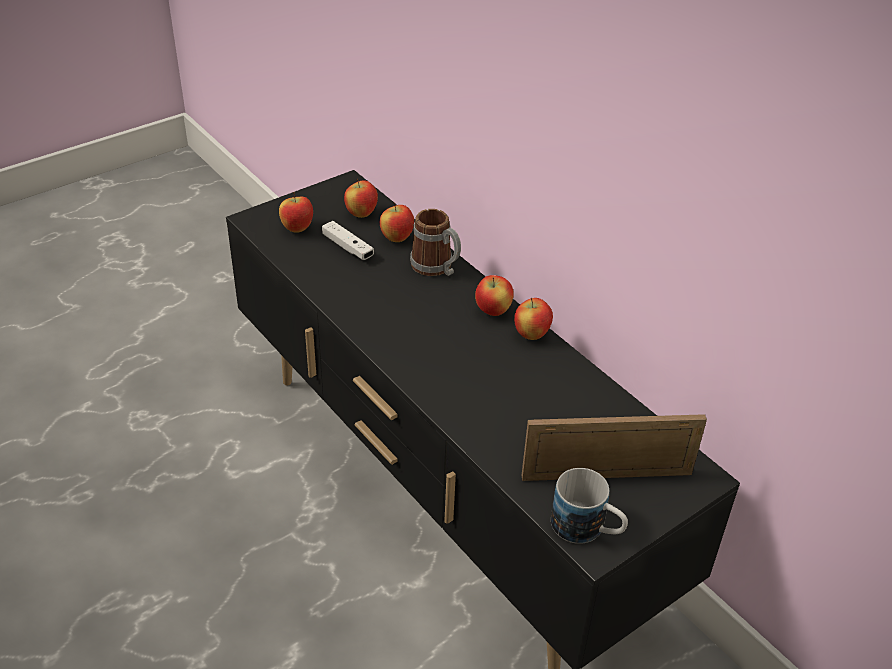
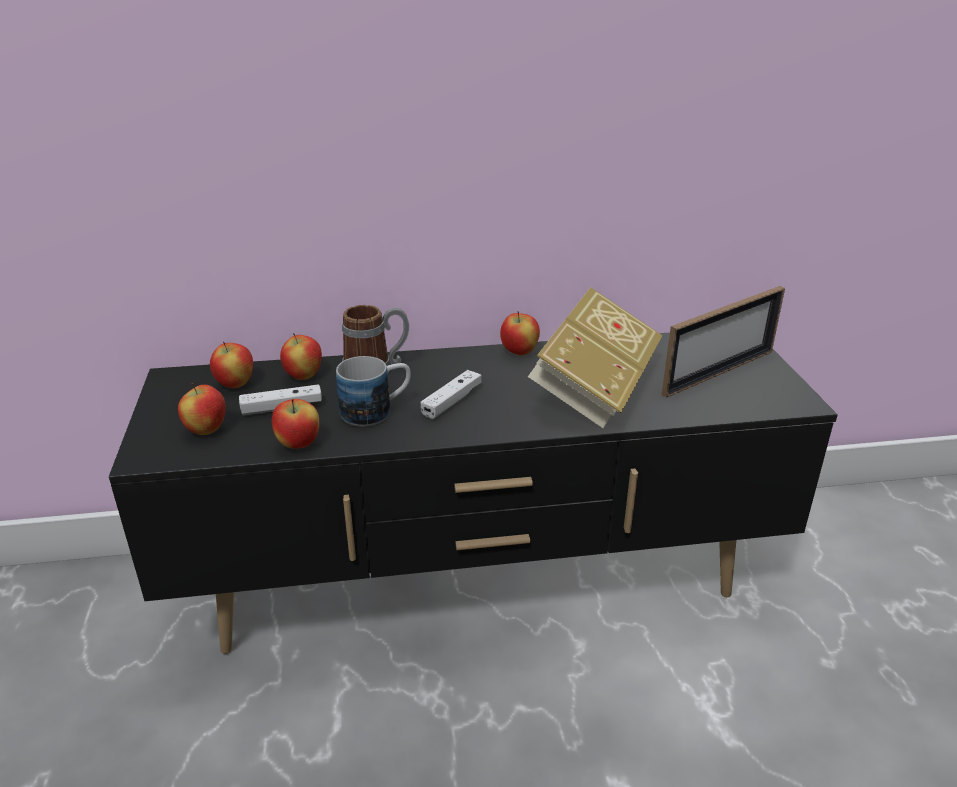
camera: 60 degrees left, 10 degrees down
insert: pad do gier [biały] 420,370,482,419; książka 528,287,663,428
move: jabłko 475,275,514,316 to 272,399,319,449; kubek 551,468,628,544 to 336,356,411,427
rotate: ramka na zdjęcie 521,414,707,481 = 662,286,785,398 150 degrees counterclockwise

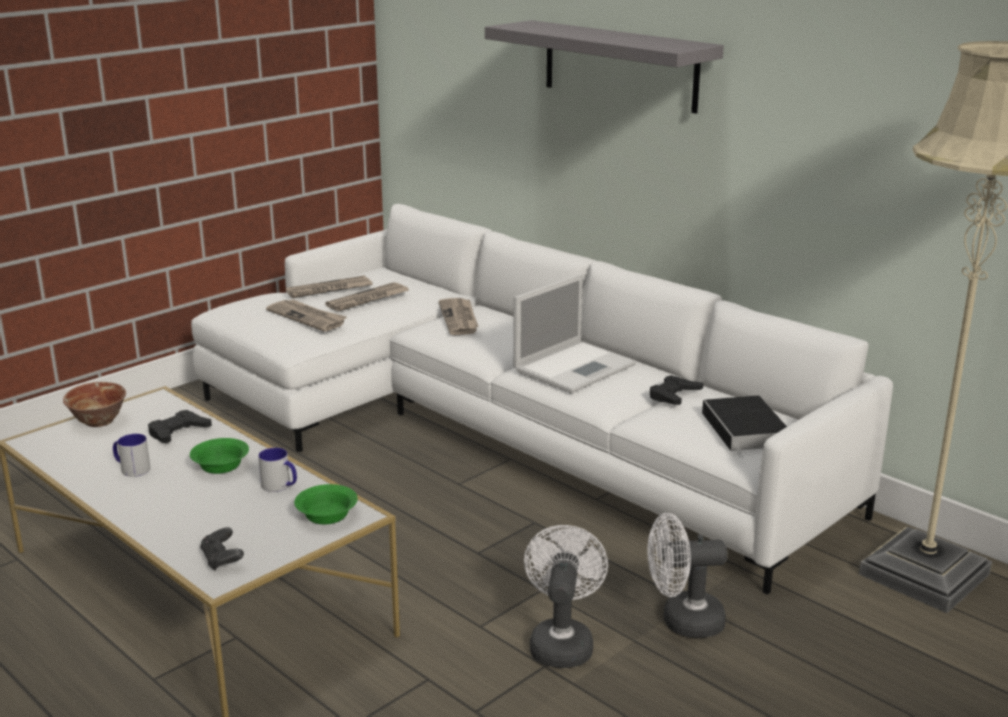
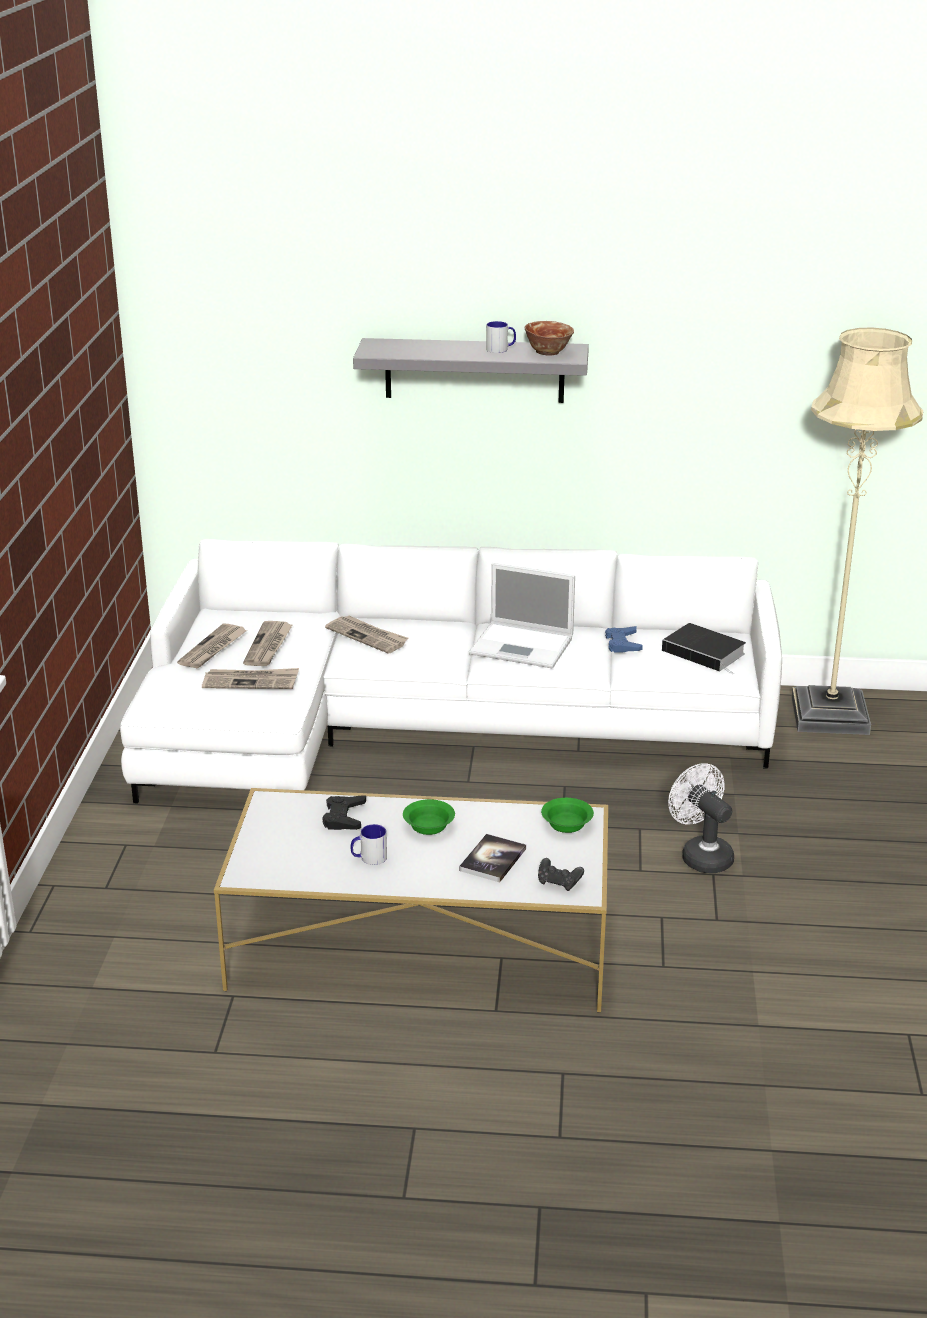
camera: 40 degrees left, 5 degrees up
delete: wentylator [biały] 647,513,727,638
insert: książka 459,834,526,882
move: miska 63,382,126,427 to 525,321,574,356; kubek 258,448,297,492 to 486,321,516,353
recolor: pad do gier [czarny] 650,375,704,405 to pad do gier [niebieski] 605,626,643,652
rotate: laptop 513,274,636,393 = 469,563,575,669 105 degrees clockwise

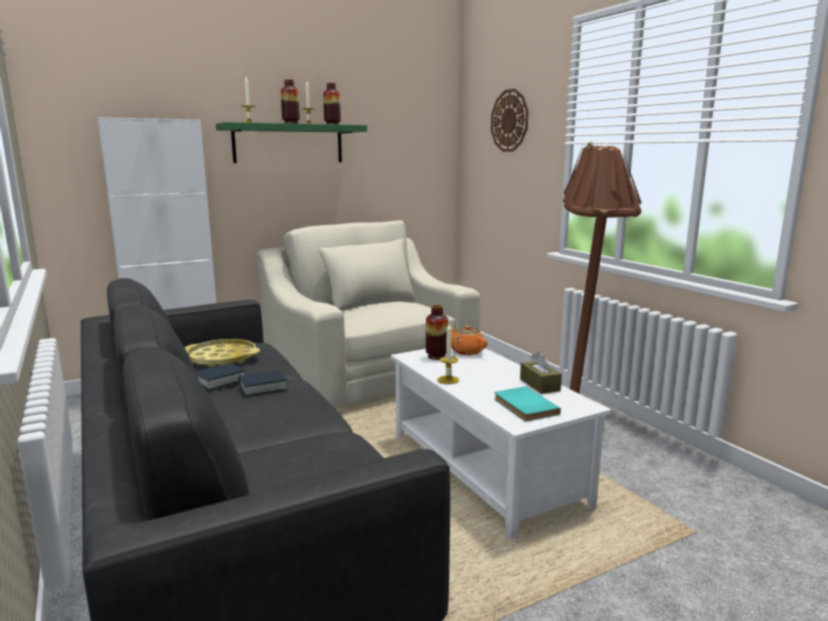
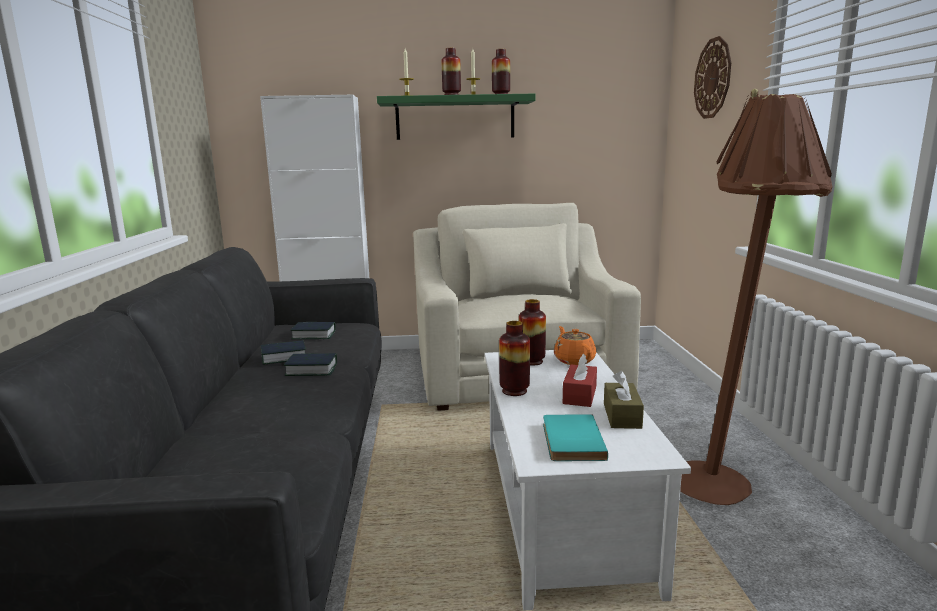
camera: 25 degrees right, 0 degrees up
insert: pudełko chusteczek [czerwony] 563,354,597,407
replace: taca [żółty] 184,339,260,367 to książka 291,322,336,339; świeca 437,324,459,384 to wazon 499,321,530,396

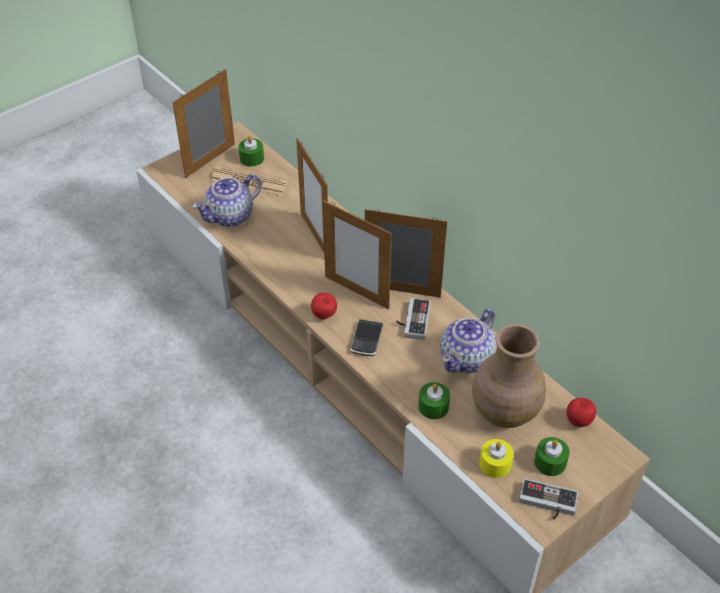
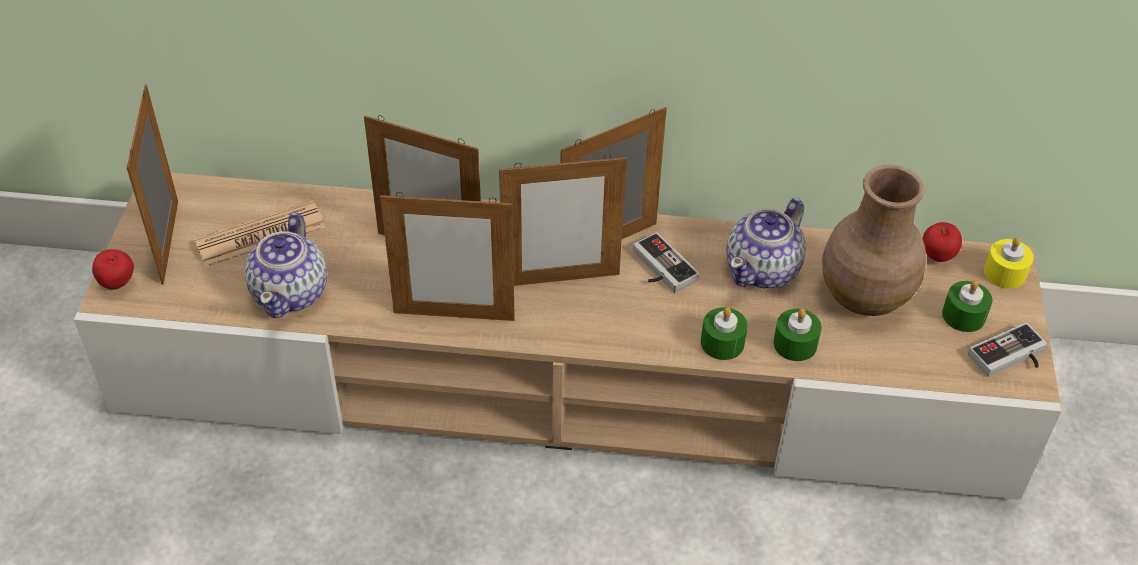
camera: 45 degrees left, 0 degrees up
delete: telefon 351,319,383,356
insert: ramka na zdjęcie 380,192,515,321
move: świeca [zielony] 238,135,264,167 to 701,307,748,360; jabłko 311,293,337,319 to 92,249,134,290; świeca [żółty] 479,439,514,478 to 984,237,1034,289
rotate: imbryk 440,309,496,373 = 726,198,806,288 45 degrees clockwise

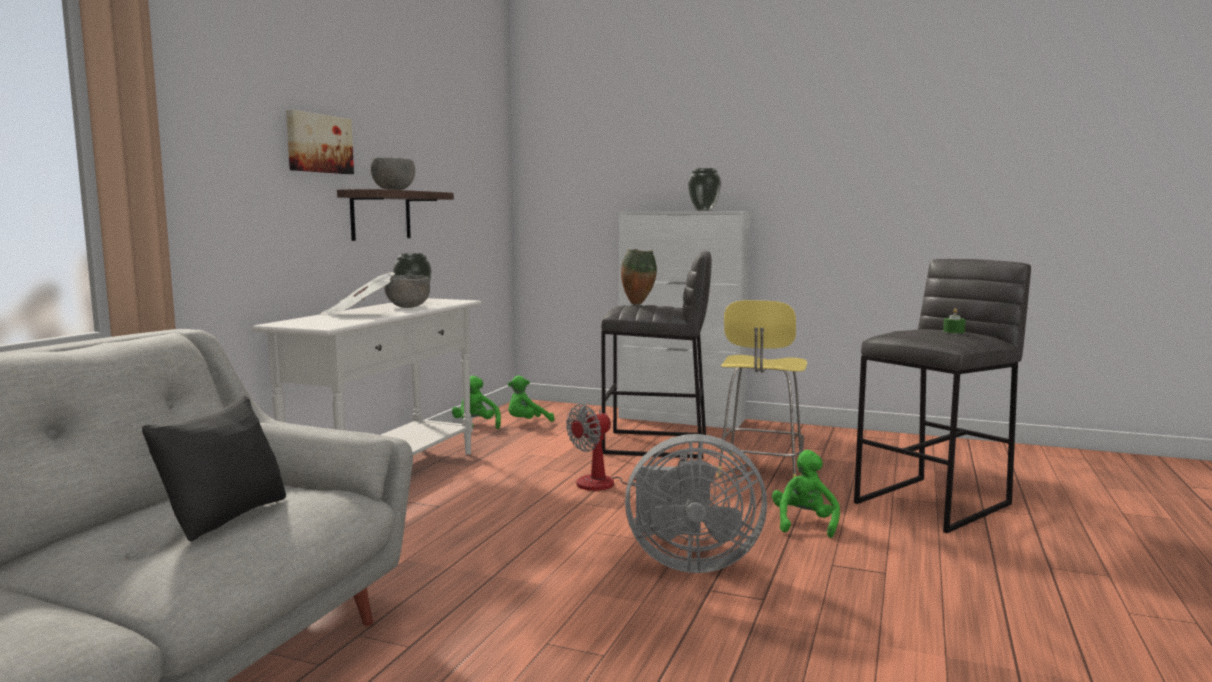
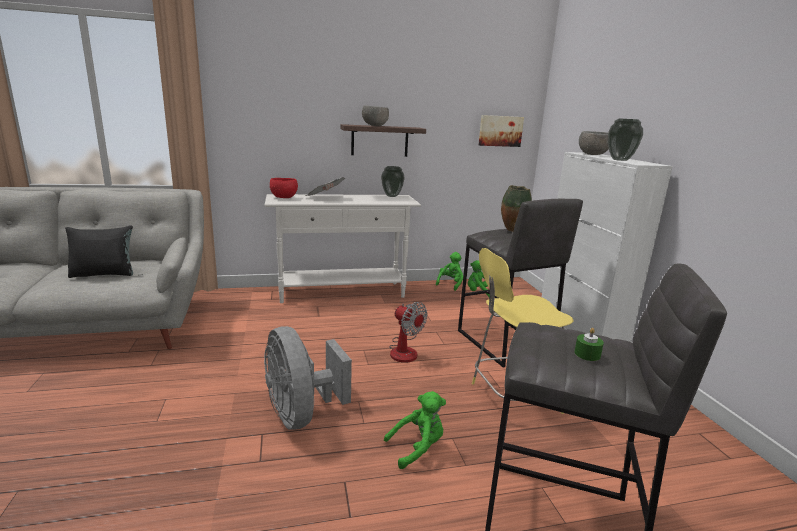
camera: 55 degrees right, 10 degrees up
insert: miska [czerwony] 270,178,298,198
move: obraz 286,110,354,174 to 478,115,524,147; miska [szary] 384,275,430,308 to 579,131,609,155
rotate: wentylator 566,404,688,491 = 389,302,428,363 150 degrees counterclockwise

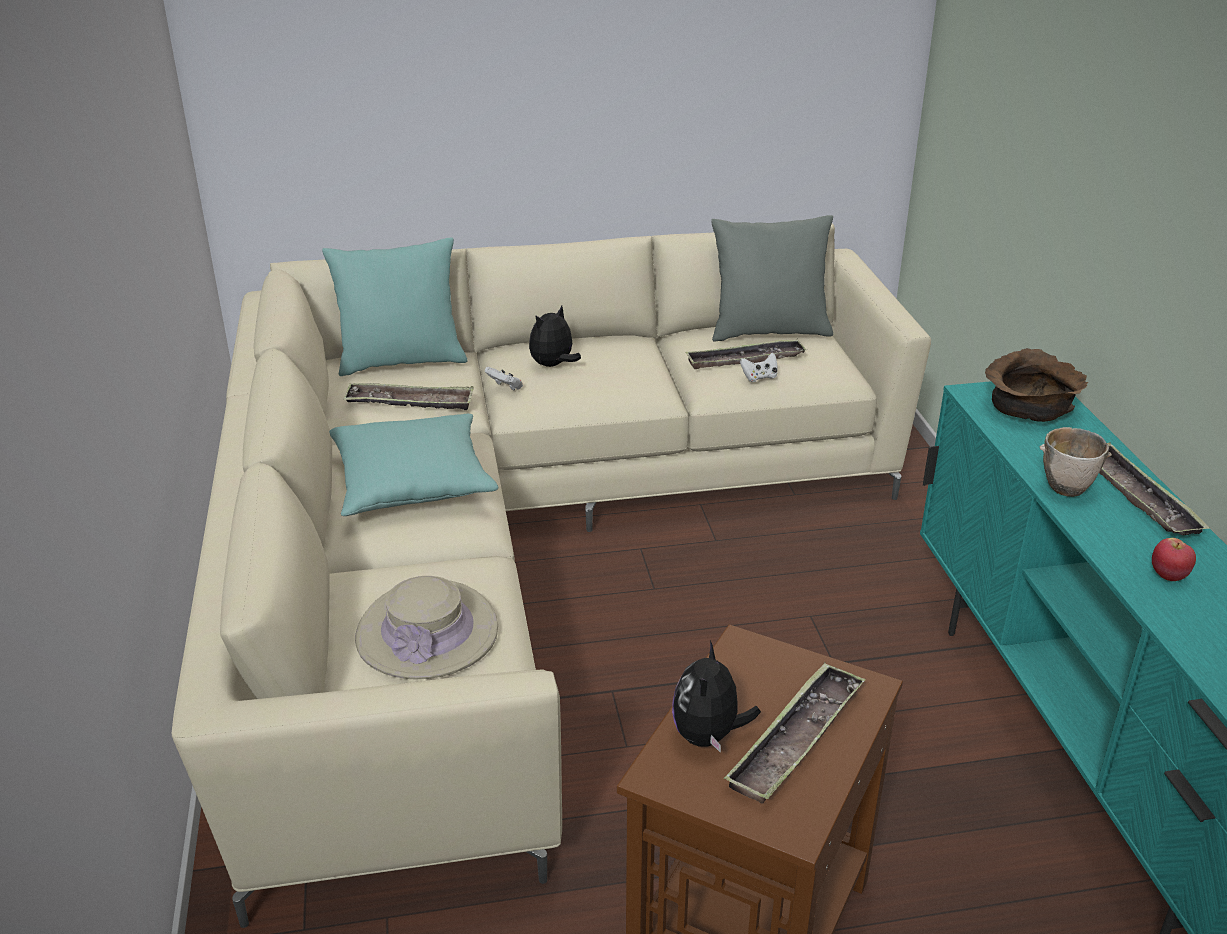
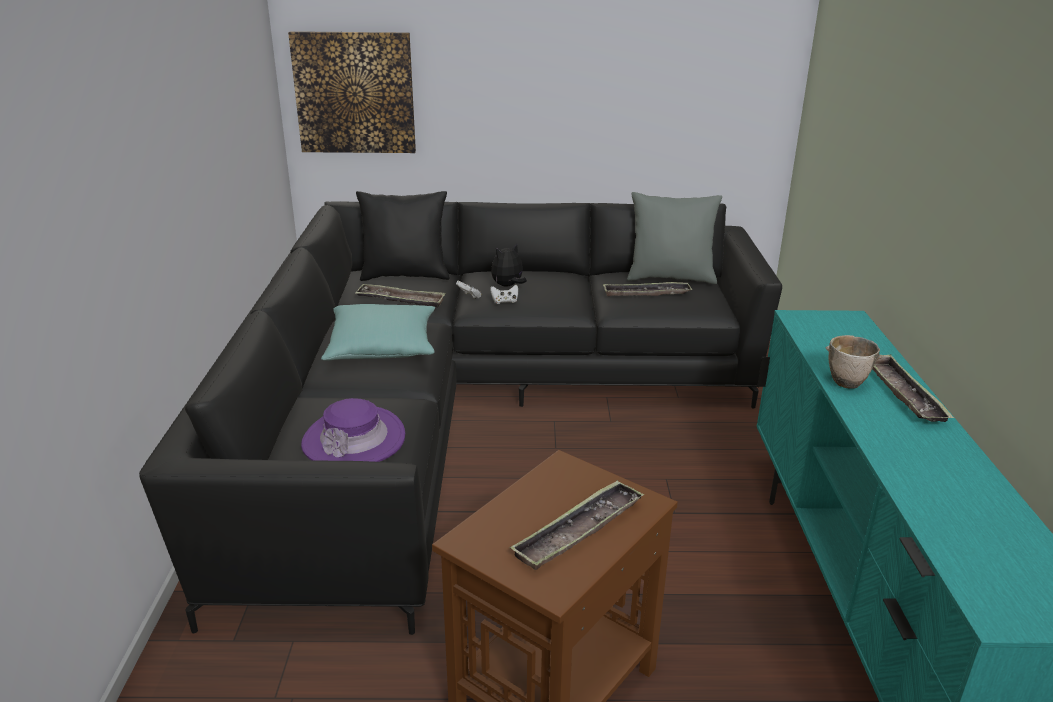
camera: 10 degrees right, 5 degrees down
delete: pluszak 672,641,761,753; miska [brązowy] 985,348,1089,422; jabłko 1152,538,1196,581
insert: obraz 288,31,416,153
move: pad do gier [biały] 740,352,778,382 to 490,285,518,304
recolor: kanapa [beżowy] 172,224,931,928 to kanapa [czarny] 139,201,782,635; poduszka [turkusowy] 322,237,468,376 to poduszka [czarny] 356,191,450,281; kapelusz [beżowy] 355,576,498,679 to kapelusz [fioletowy] 301,398,405,462

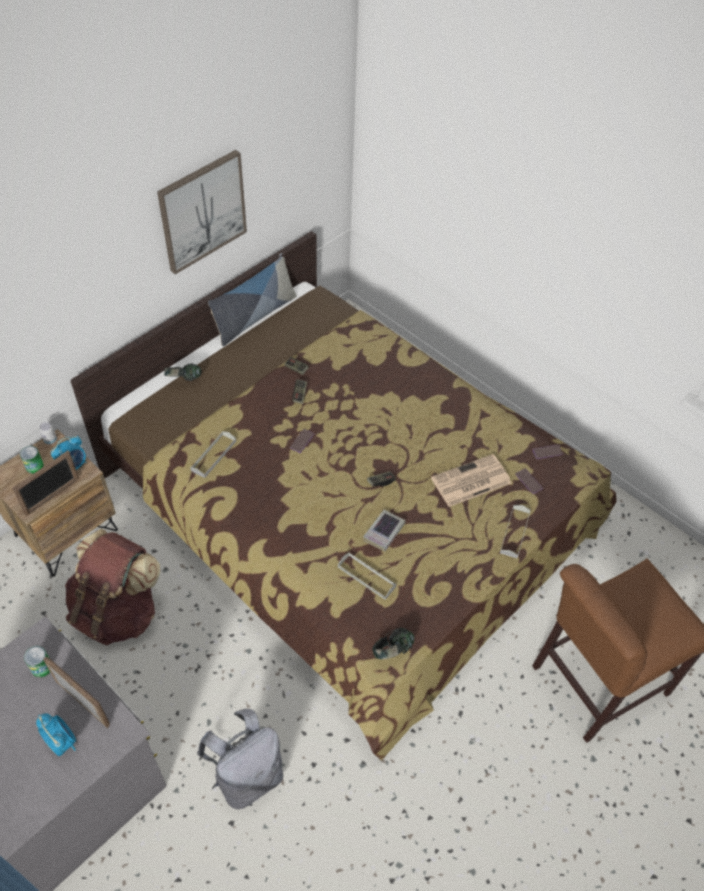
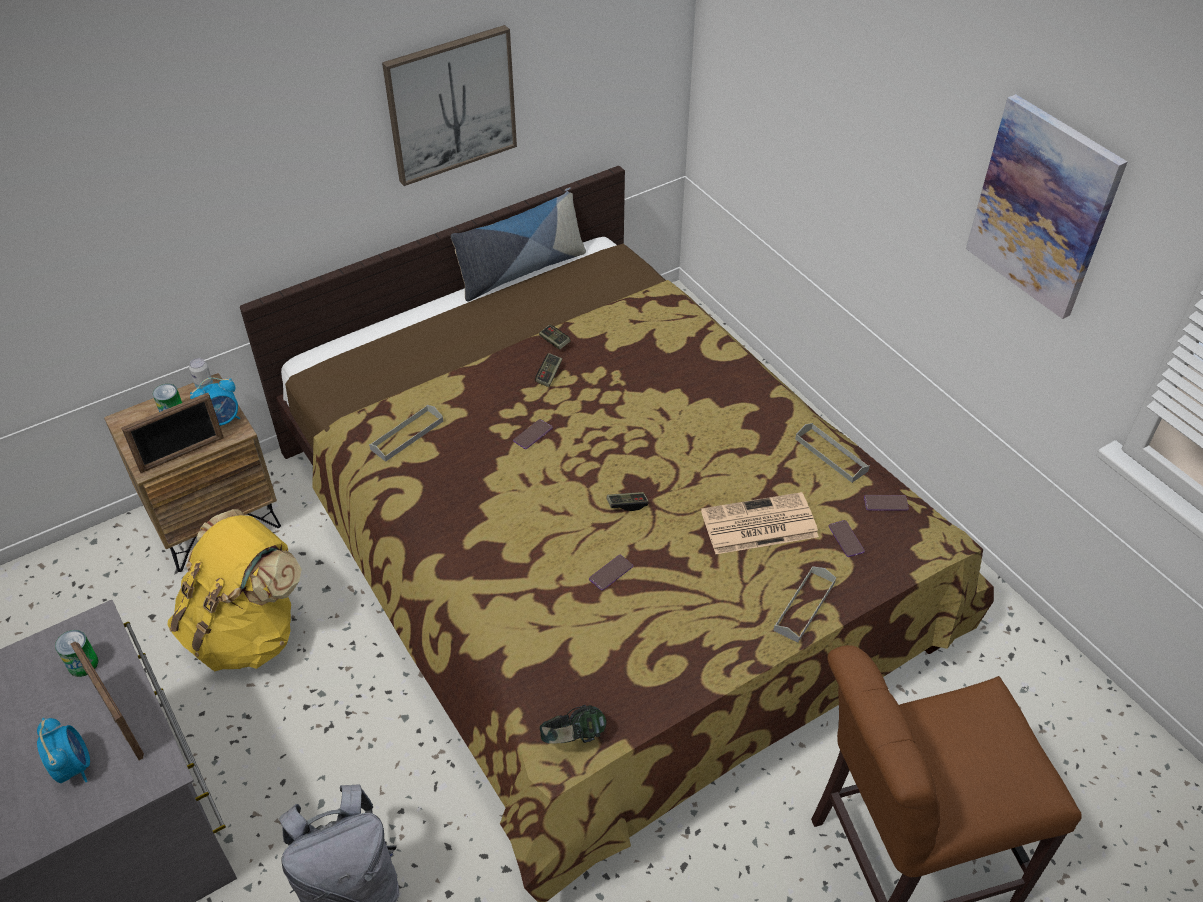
camera: 15 degrees right, 5 degrees down
delete: słuchawki 164,363,202,381
insert: obraz 966,94,1127,319
move: taca [szary] 338,552,396,600 to 795,423,870,483
replace: książka 363,510,405,551 to telefon 589,555,633,590
recolor: plecak [brązowy] 65,529,160,645 to plecak [żółty] 167,509,302,671

